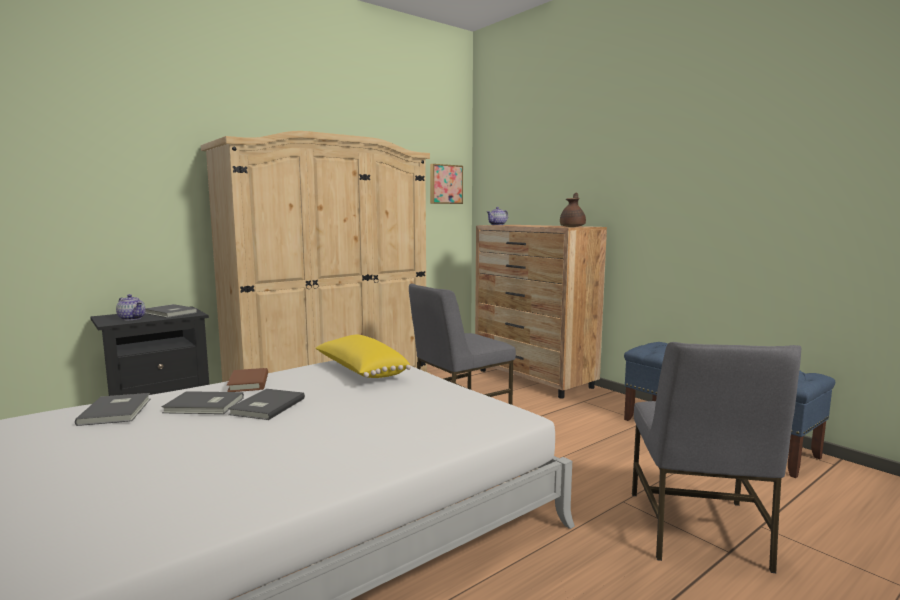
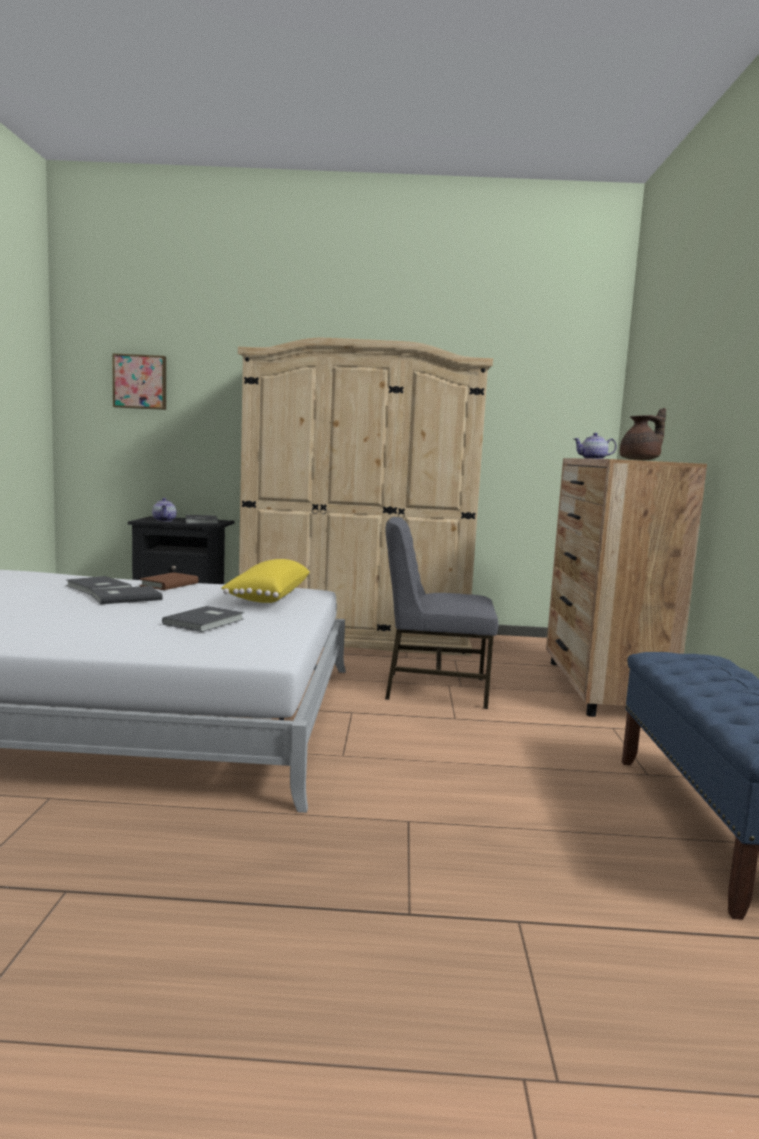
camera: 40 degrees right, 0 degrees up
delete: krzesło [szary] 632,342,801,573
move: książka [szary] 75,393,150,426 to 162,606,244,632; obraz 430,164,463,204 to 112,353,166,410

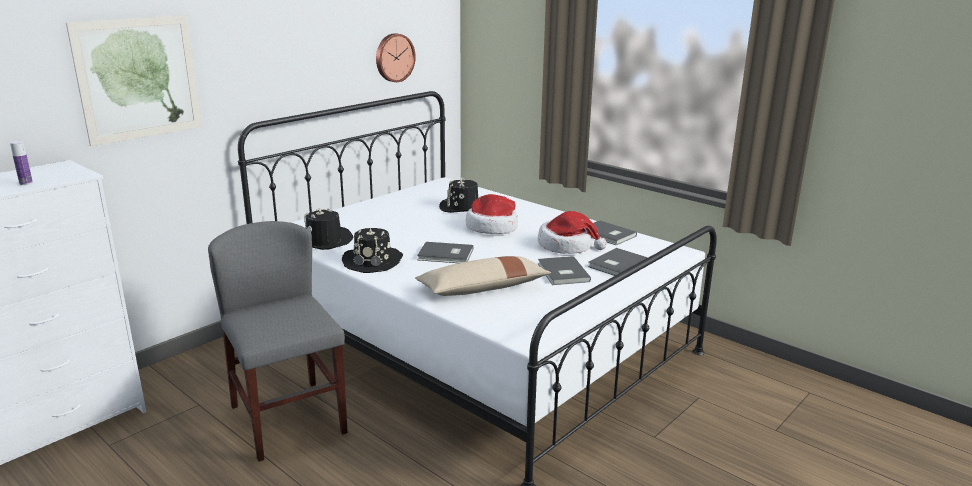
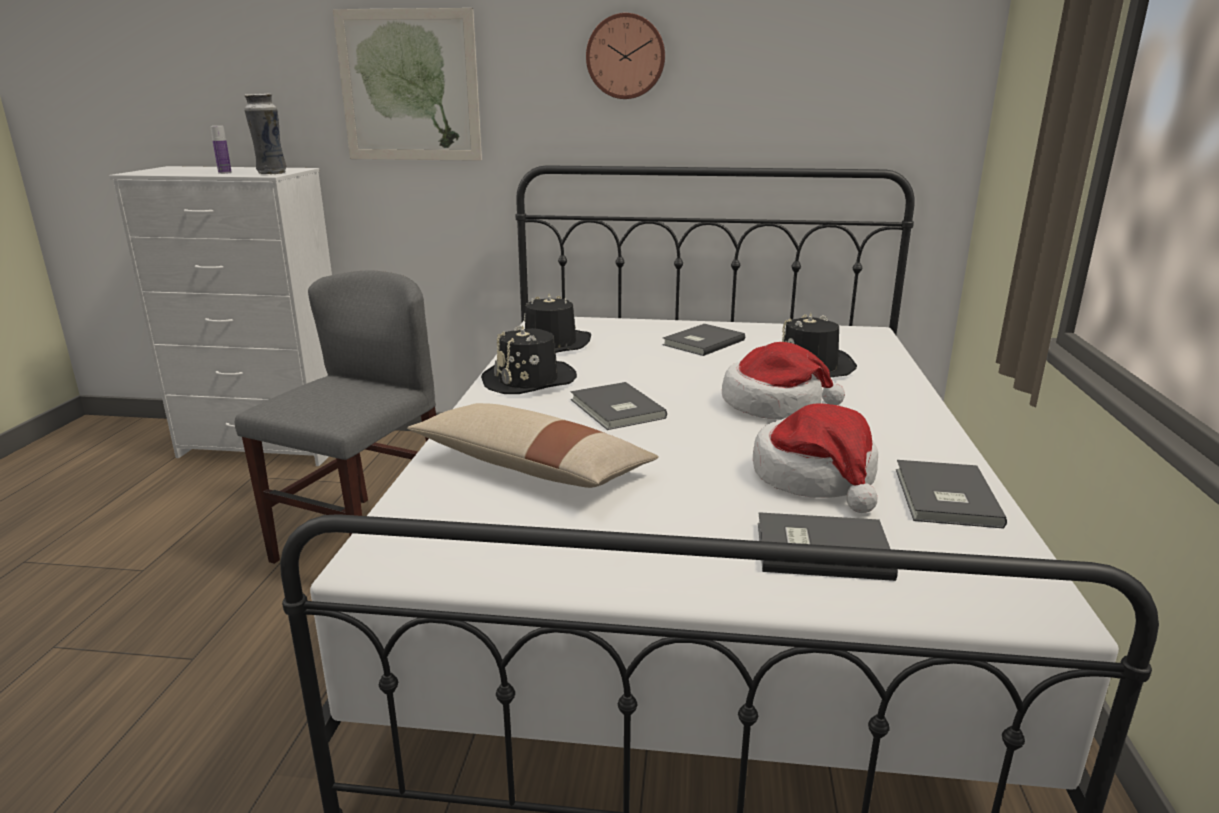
camera: 55 degrees right, 0 degrees up
insert: wazon 244,93,287,174
move: zegar ścienny 376,33,416,82 to 586,13,665,99; książka [szary] 538,256,591,285 to 662,324,745,356

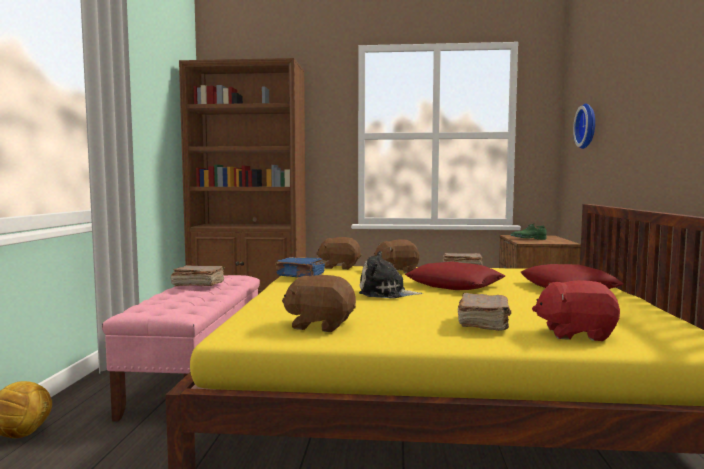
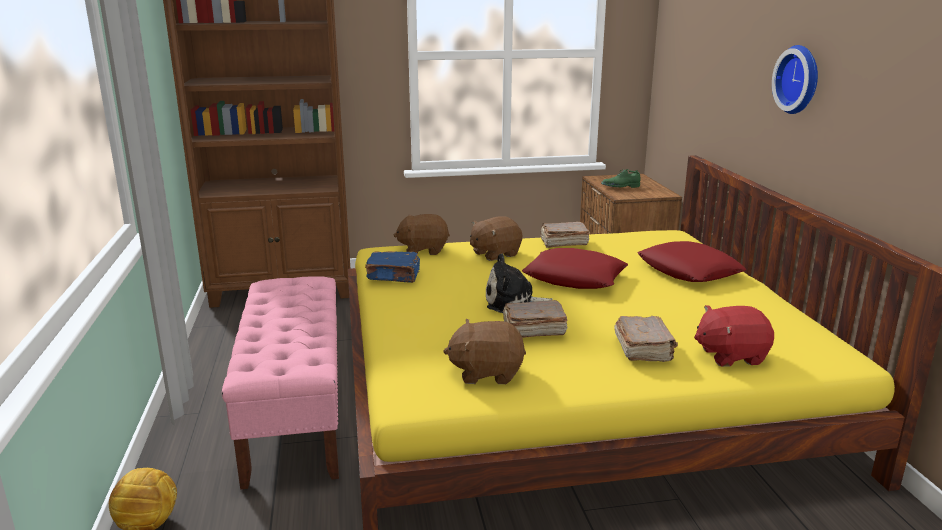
camera: 15 degrees left, 15 degrees up
move: książka [brązowy] 171,265,225,287 to 502,300,567,338; zegar ścienny 573,104,595,149 to 772,45,818,114

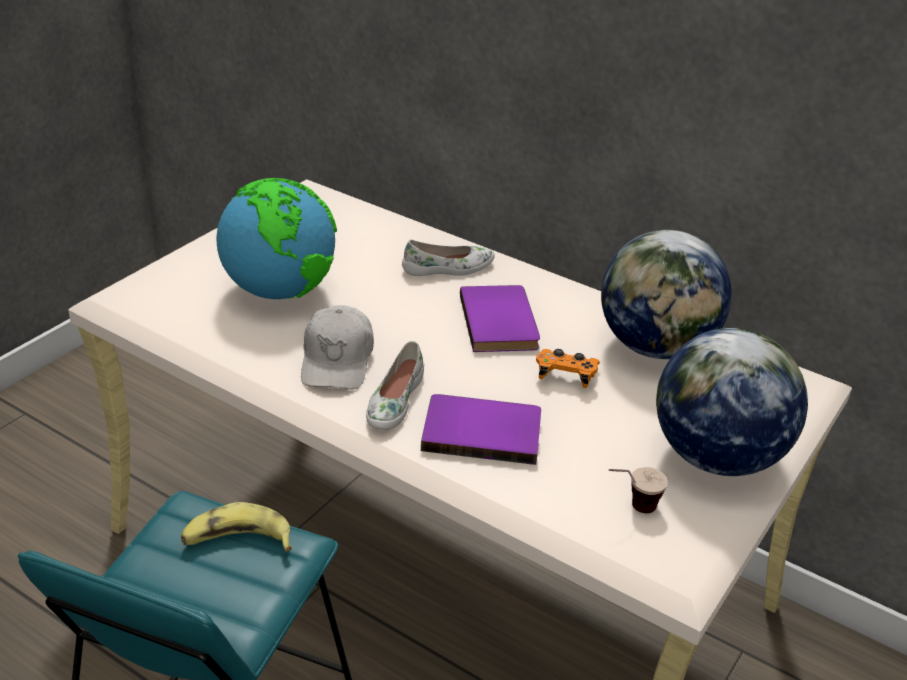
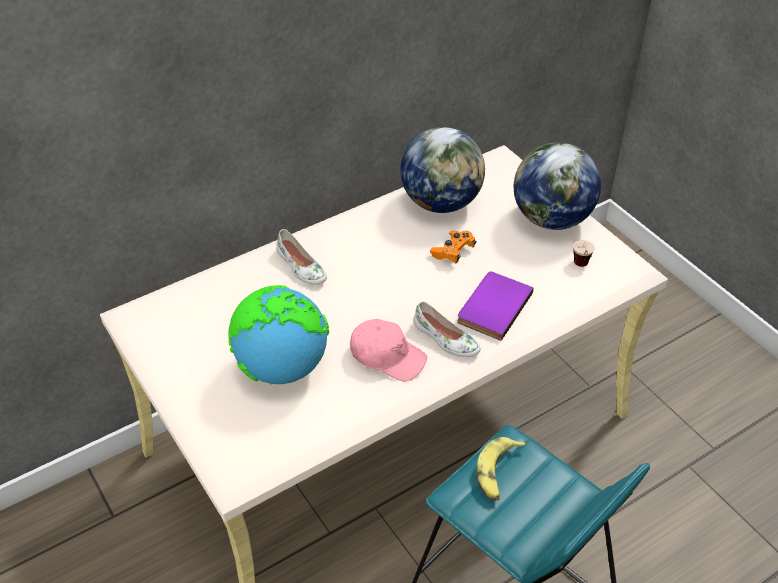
camera: 65 degrees left, 10 degrees up
delete: książka [fioletowy] 460,285,540,352
recolor: czapka z daszkiem [biały] 301,305,374,390 to czapka z daszkiem [różowy] 350,319,427,381
rotate: but [biały] 402,240,495,276 = 276,229,327,285 135 degrees clockwise

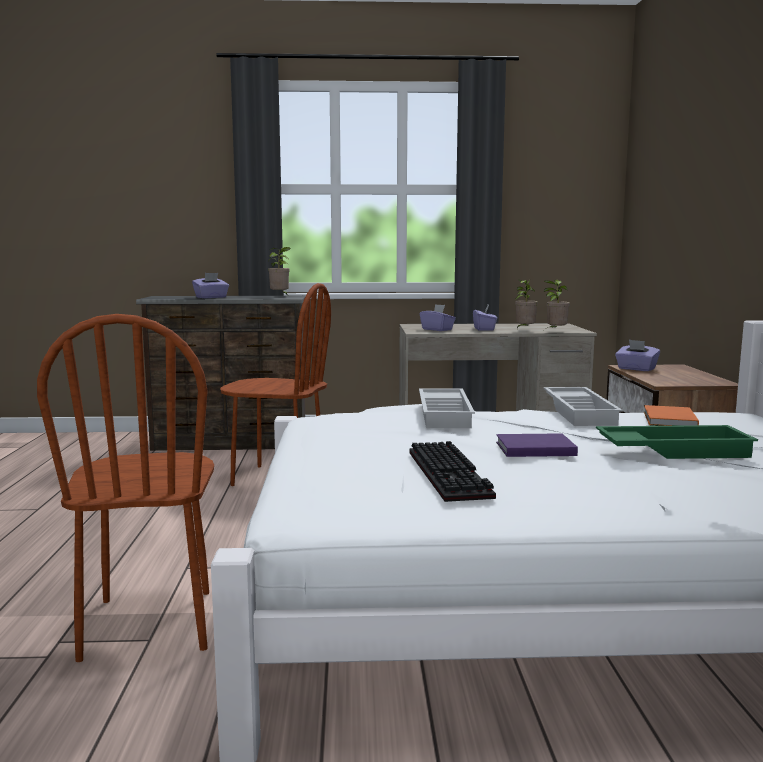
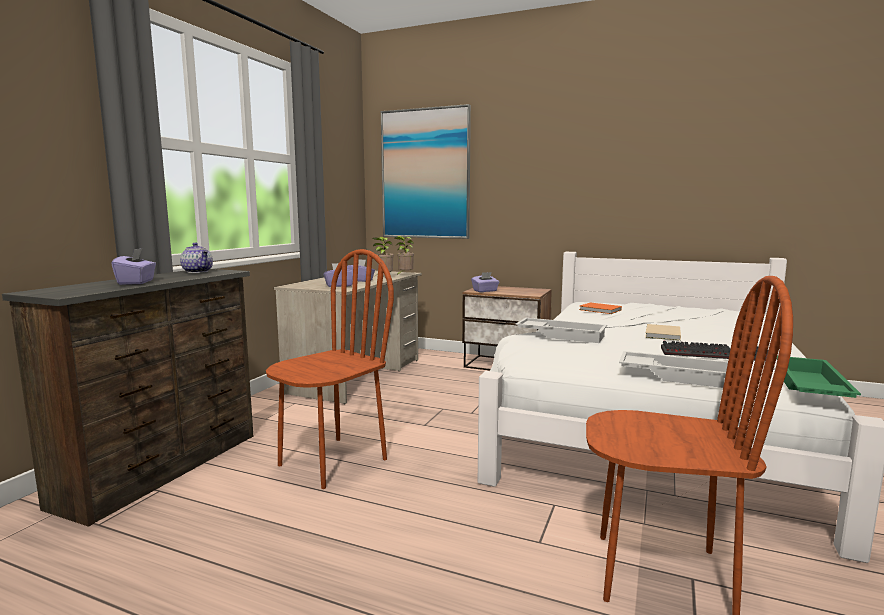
camera: 65 degrees left, 0 degrees up
insert: obraz 381,104,471,239
move: taca [biały] 544,387,623,426 to 619,351,728,388; taca [zielony] 596,425,758,459 to 777,356,861,398
replace: roślina doniczkowa 268,247,291,295 to imbryk 180,243,213,273
recolor: książka [fioletowy] 496,433,578,457 to książka [beżowy] 645,324,681,341

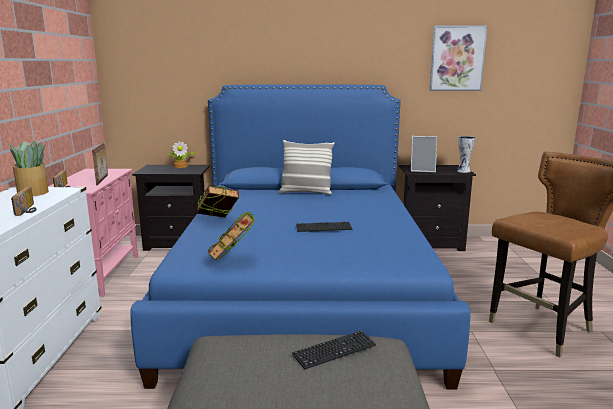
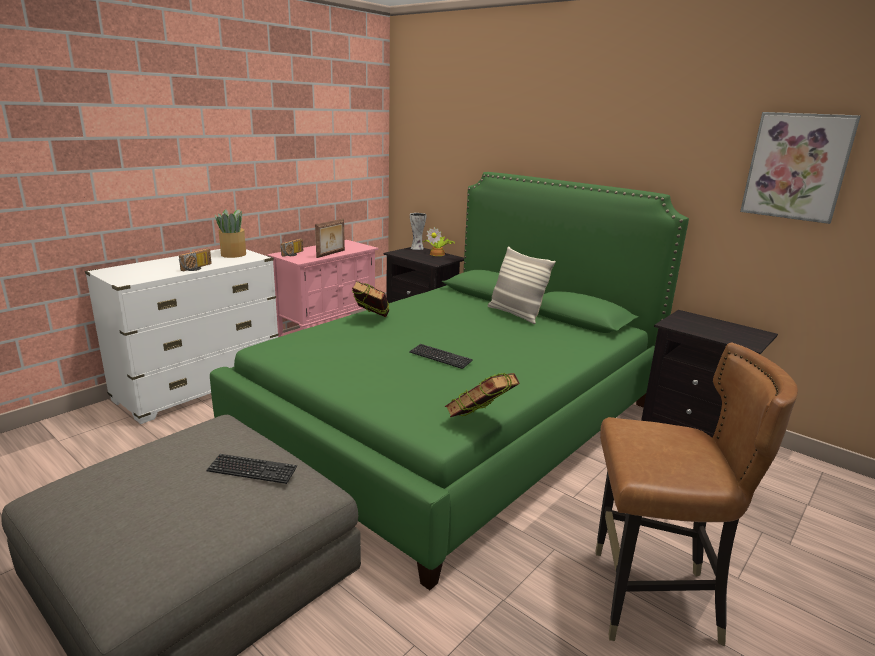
camera: 40 degrees right, 5 degrees up
delete: ramka na zdjęcie 411,136,437,173
move: książka 208,212,255,260 to 445,373,520,417; wazon 457,136,476,173 to 410,213,427,250
recolor: łóżko [niebieski] 130,85,470,389 to łóżko [zielony] 210,172,689,590

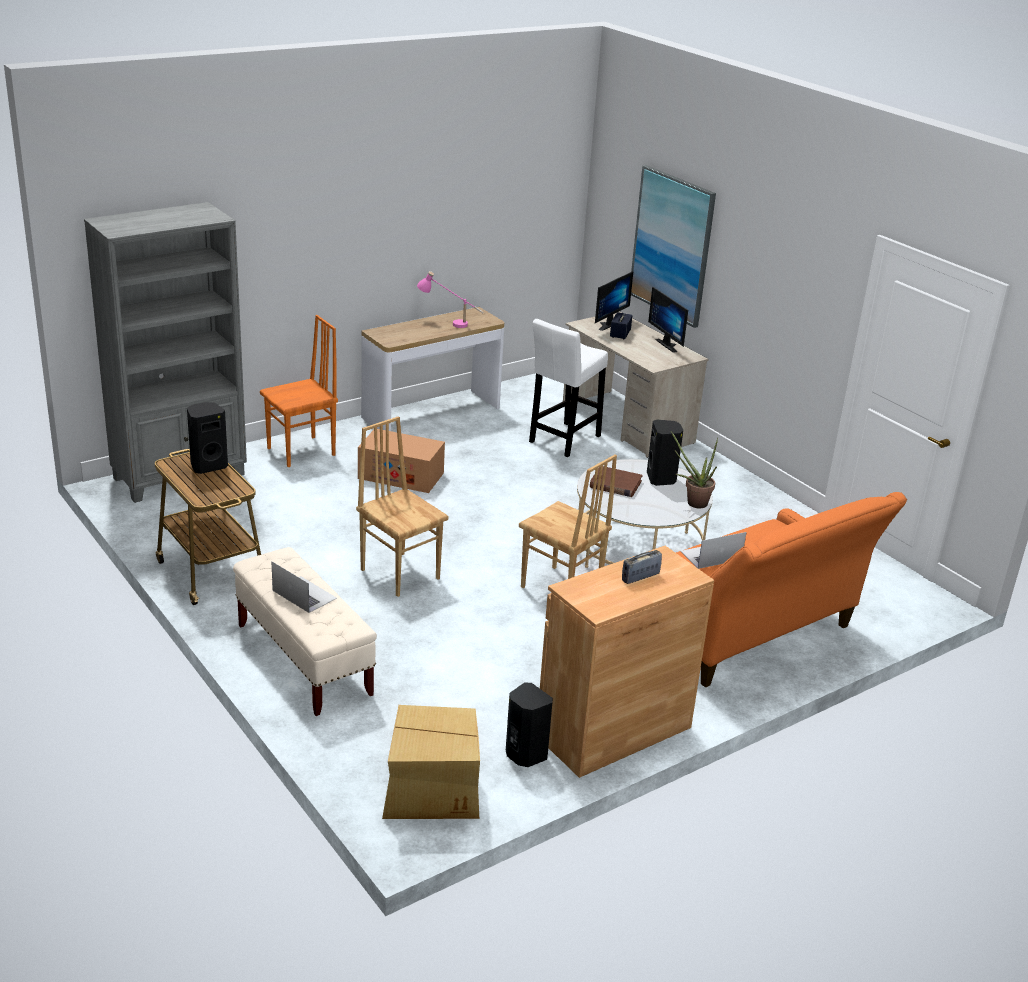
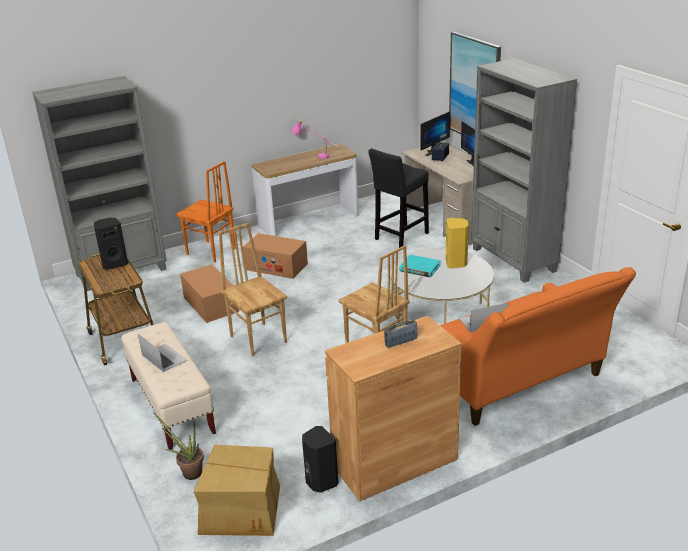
camera: 10 degrees right, 0 degrees up
insert: karton 180,264,239,323; regał [szary] 471,58,577,283
move: roślina doniczkowa 671,431,718,508 to 153,412,204,480
recolor: stołek [biały] 529,319,608,457 to stołek [czarny] 368,149,429,248; książka [brązowy] 590,466,642,497 to książka [turkusowy] 399,255,441,278; głośnik [czarny] 647,420,683,486 to głośnik [żółty] 446,218,469,268
rotate: krzesło [pomarańczowy] 260,315,338,467 = 176,161,236,263 60 degrees clockwise

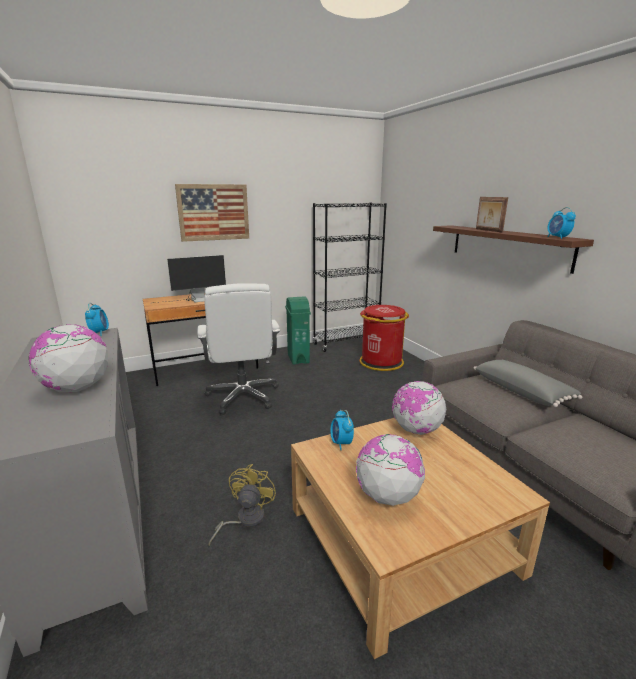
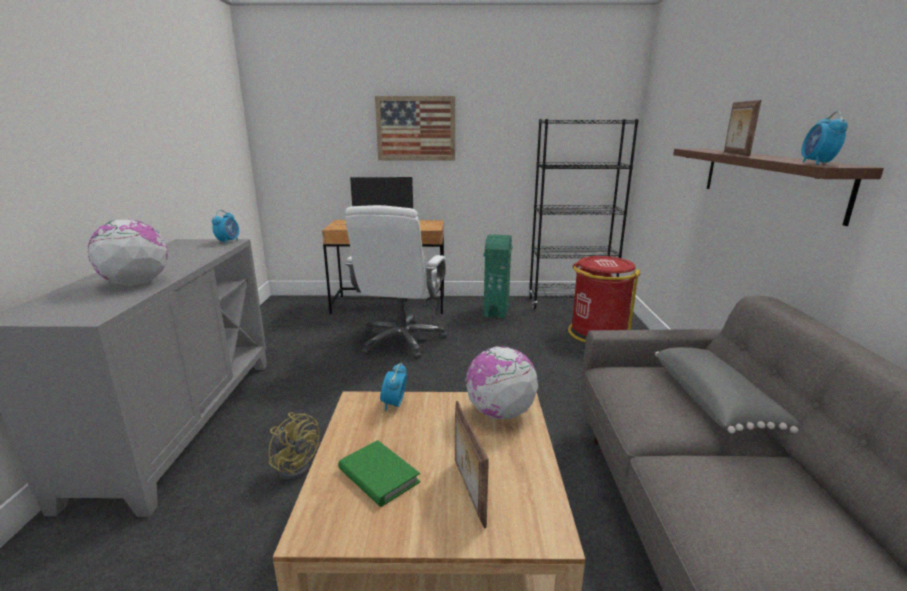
camera: 25 degrees right, 0 degrees up
insert: ramka na zdjęcie 455,401,489,529
replace: globus 356,434,425,506 to książka [zielony] 338,440,420,507
rotate: wentylator [żółty] 208,464,276,546 = 269,413,320,480 90 degrees clockwise

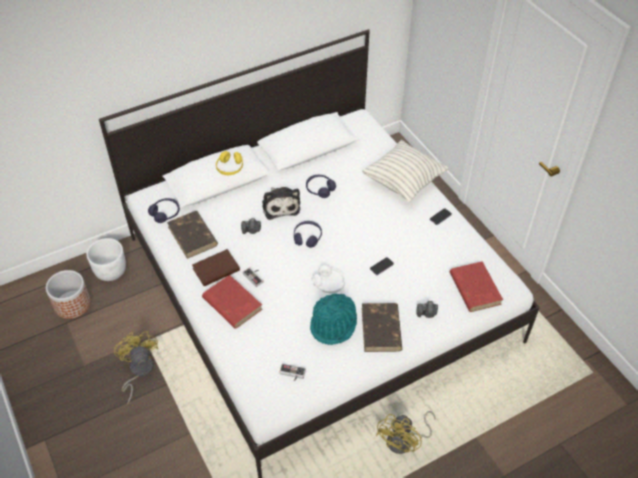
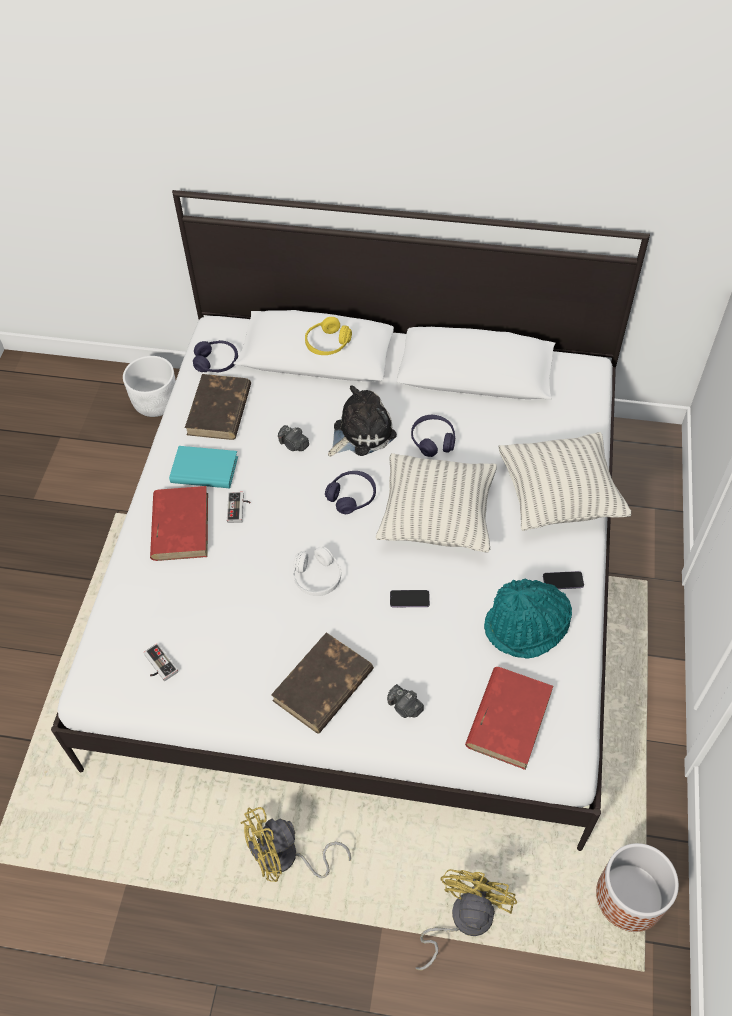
camera: 40 degrees right, 5 degrees up
insert: poduszka 376,453,497,552
move: donica 46,270,91,319 to 596,843,679,932; wentylator [żółty] 114,331,158,404 to 416,869,517,970; kapelusz [turkusowy] 310,293,357,345 to 484,579,572,659
recolor: książka [brązowy] 192,249,240,286 to książka [turkusowy] 169,446,238,488
rotate: pluszak 262,187,300,220 = 328,385,397,457 150 degrees counterclockwise

